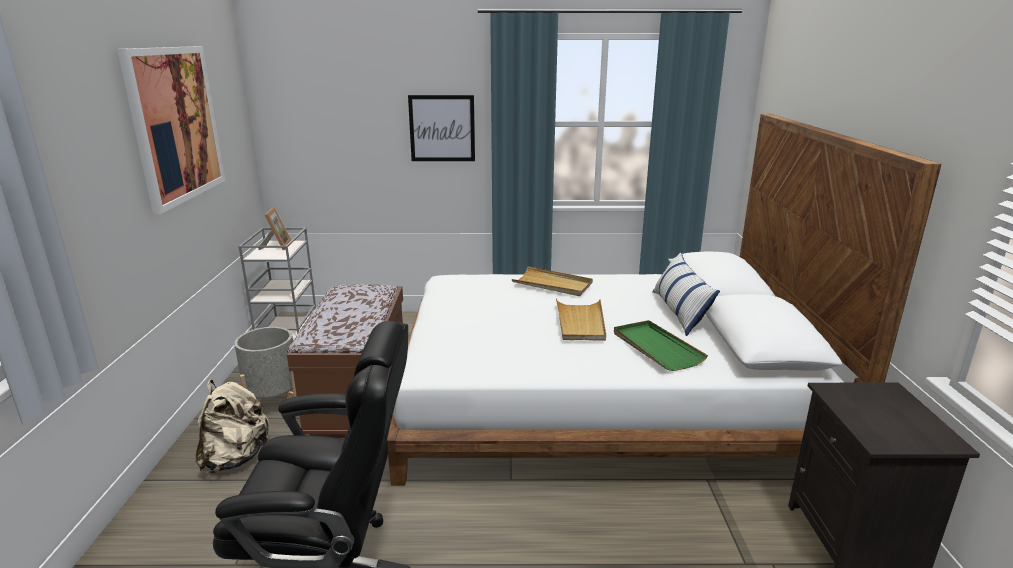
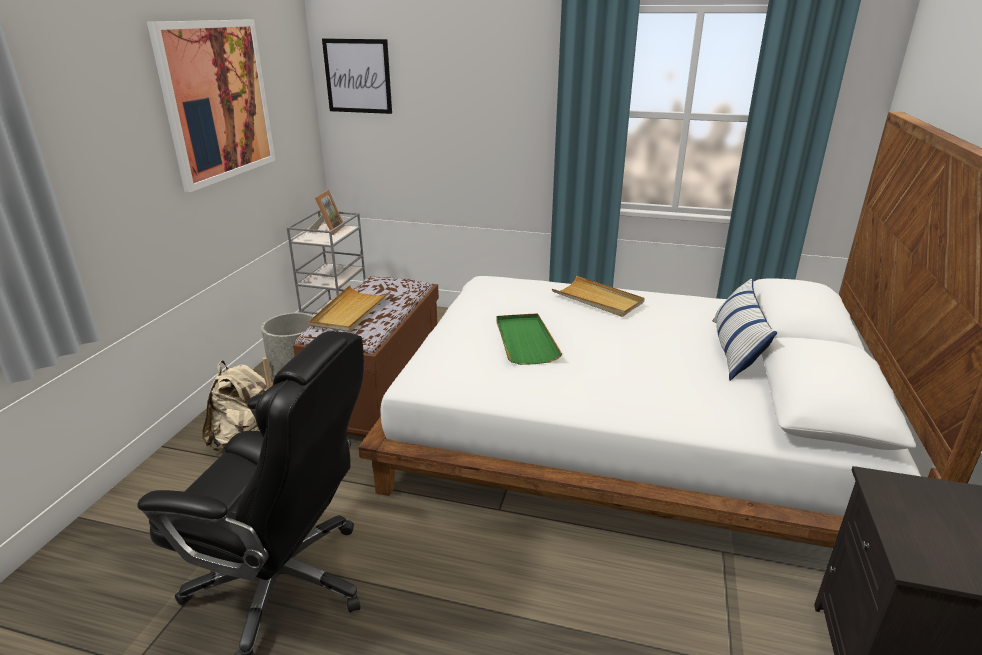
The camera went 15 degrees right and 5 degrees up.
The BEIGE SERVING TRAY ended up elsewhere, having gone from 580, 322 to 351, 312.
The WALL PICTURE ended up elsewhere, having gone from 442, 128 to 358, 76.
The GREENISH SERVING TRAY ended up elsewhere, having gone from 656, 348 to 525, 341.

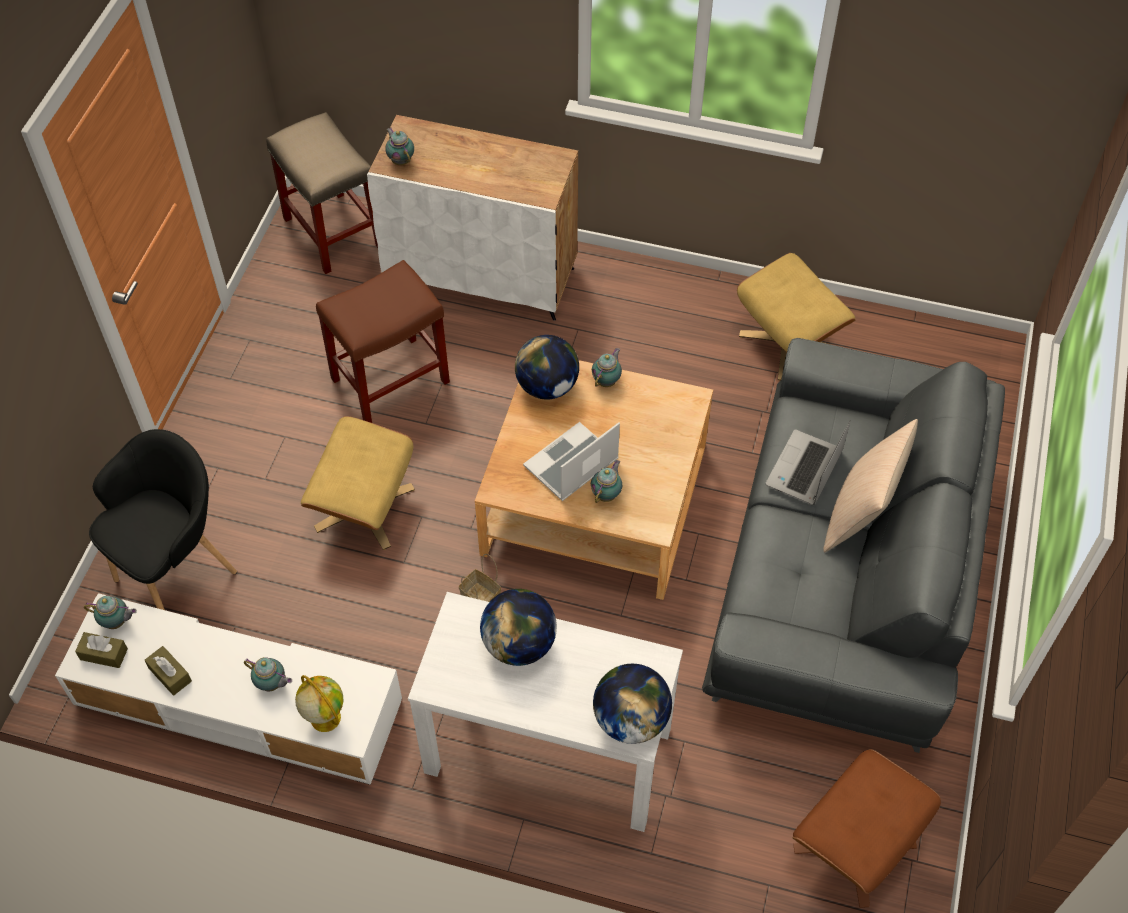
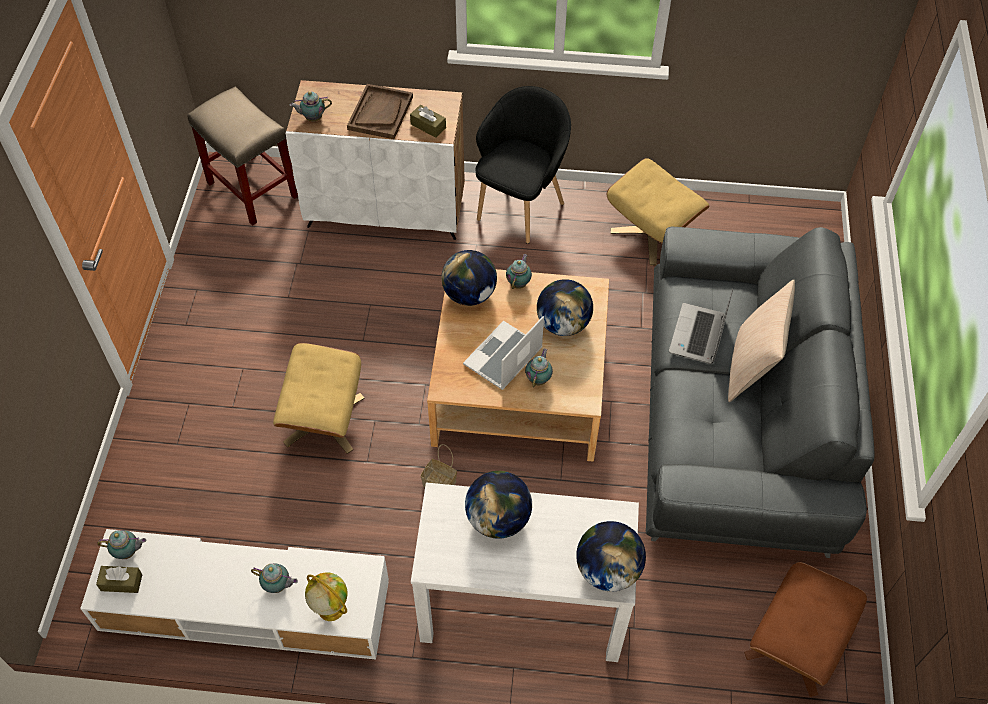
The camera went 10 degrees left and 0 degrees up.
The TEAPOT at 401, 160 ended up facing another way, 60 degrees counterclockwise from before.
The second view gained the BROWN SERVING TRAY at 380, 113.
The BROWN TISSUE HOLDER ended up elsewhere, having gone from 170, 674 to 428, 126.
The BLACK-COLOURED LOUNGE CHAIR ended up elsewhere, having gone from 178, 571 to 520, 208.
The second view gained the GLOBE at 563, 324.
The second view lost the BROWN STOOL SEAT at 391, 379.

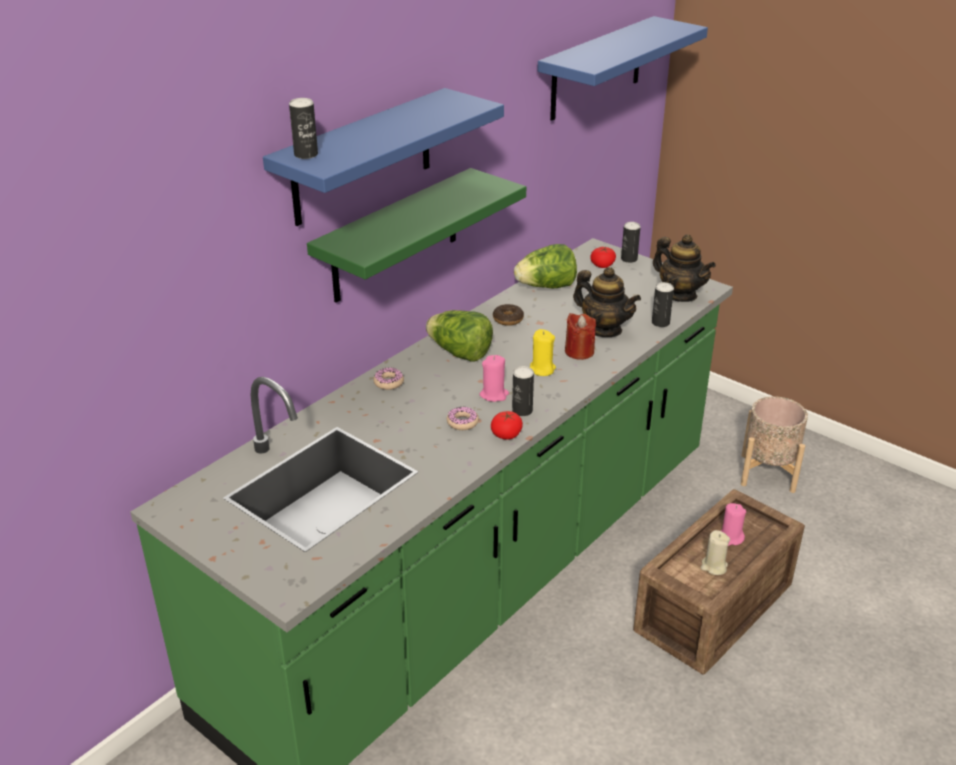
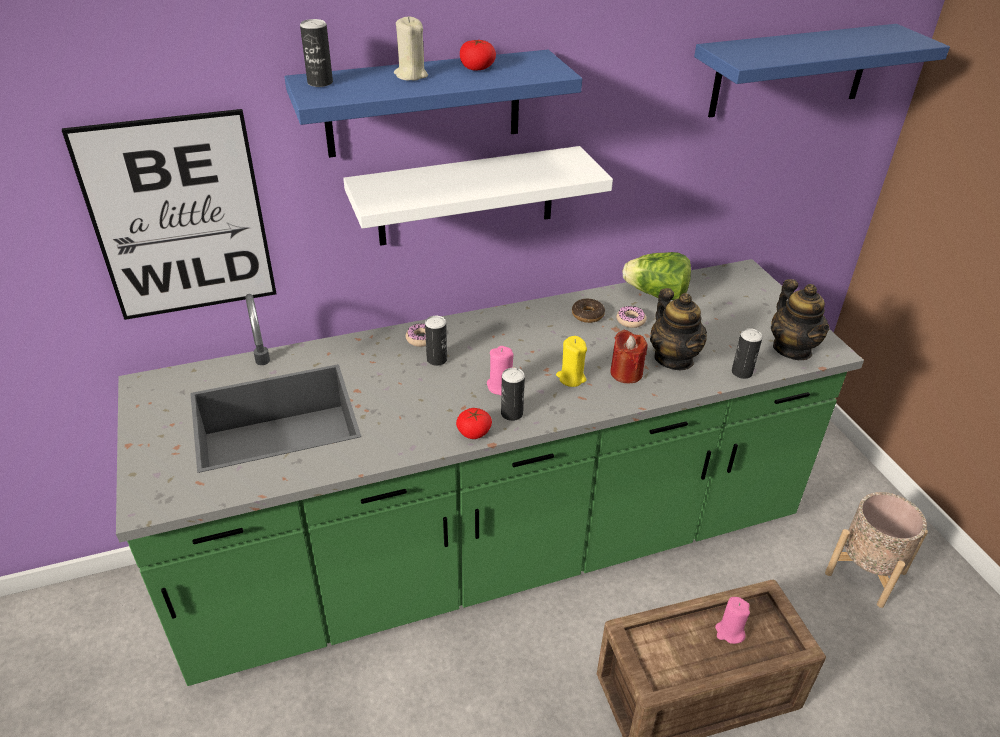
The camera went 30 degrees right and 5 degrees up.
The second view gained the WALL PICTURE at 180, 218.
What was the GREENISH SHELF at 395, 236 turned into the WHITE SHELF at 466, 196.
The BEIGE WAX LIGHT ended up elsewhere, having gone from 713, 566 to 411, 75.
The CAN ended up elsewhere, having gone from 629, 259 to 437, 359.
The WHOLE TOMATO ended up elsewhere, having gone from 602, 265 to 477, 68.
The DONUT ended up elsewhere, having gone from 462, 422 to 630, 320.
The second view lost the LETTUCE at 460, 353.

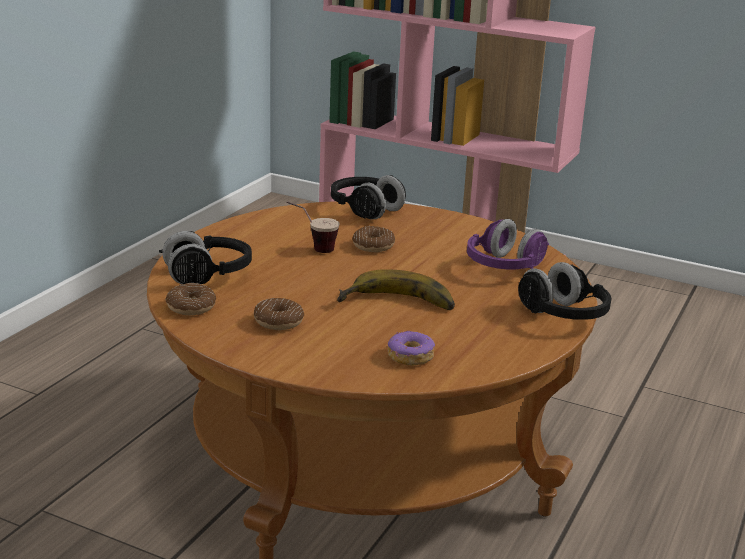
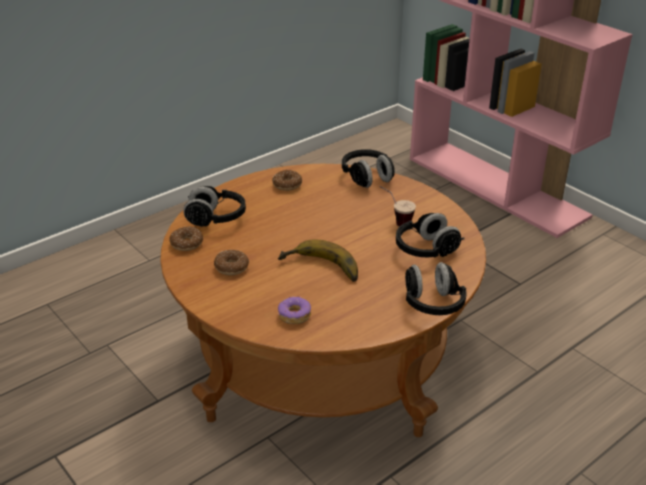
The camera went 25 degrees right and 10 degrees up.
The DONUT ended up elsewhere, having gone from 373, 246 to 287, 185.
The CUP ended up elsewhere, having gone from 312, 249 to 395, 221.
What was the PURPLE PAIR OF HEADPHONES at 504, 268 turned into the BLACK-COLOURED PAIR OF HEADPHONES at 426, 250.

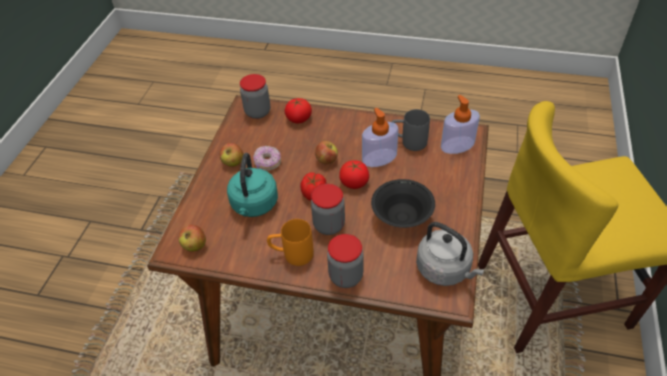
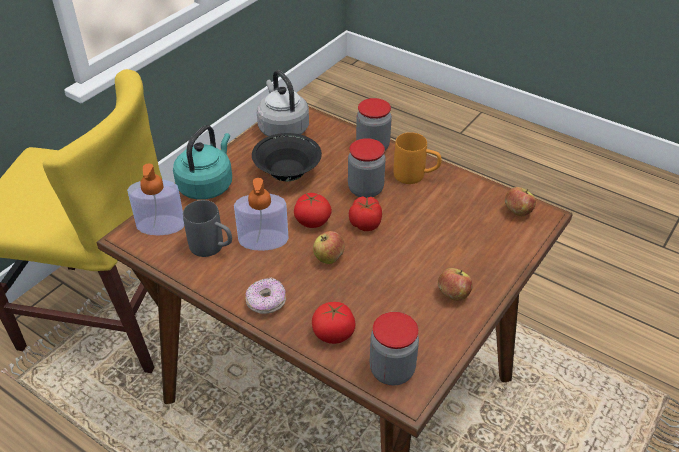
The camera went 160 degrees left and 5 degrees down.
The TURQUOISE WATER KETTLE ended up elsewhere, having gone from 254, 205 to 207, 185.
The DONUT ended up elsewhere, having gone from 267, 163 to 266, 303.

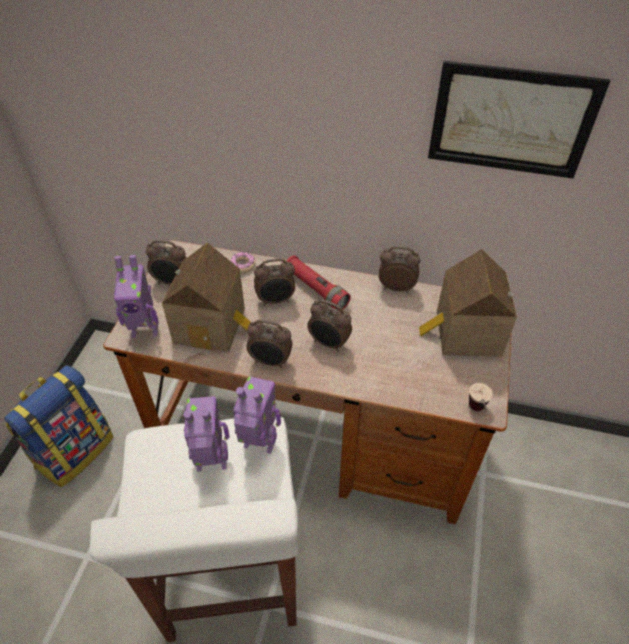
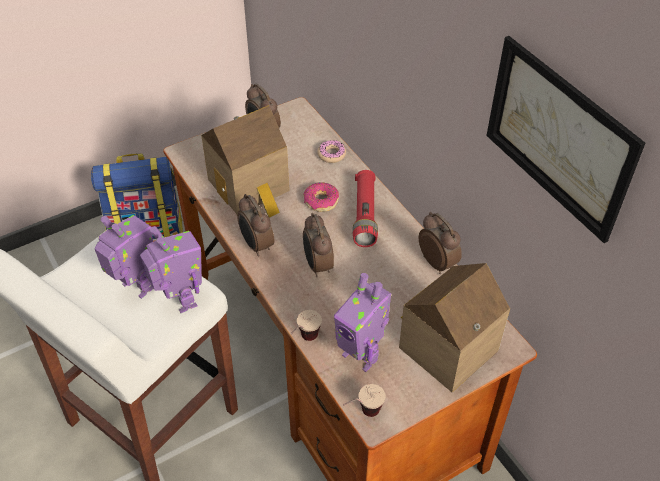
The camera went 45 degrees right and 0 degrees up.
The second view gained the CUP at 304, 341.
Where the ALARM CLOCK stood at 276, 301, the DONUT came to stand at 321, 201.
The ROBOT FIGURE ended up elsewhere, having gone from 145, 329 to 361, 355.

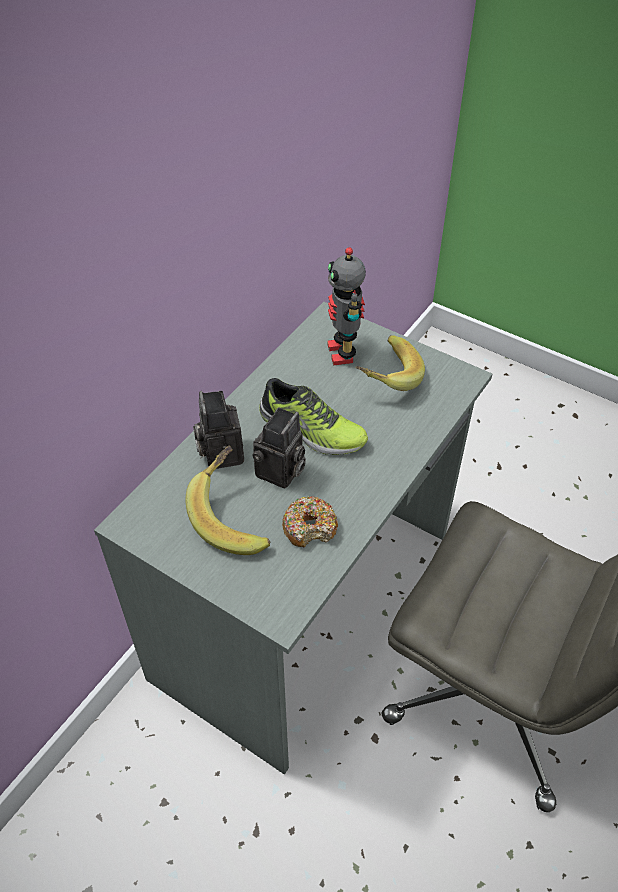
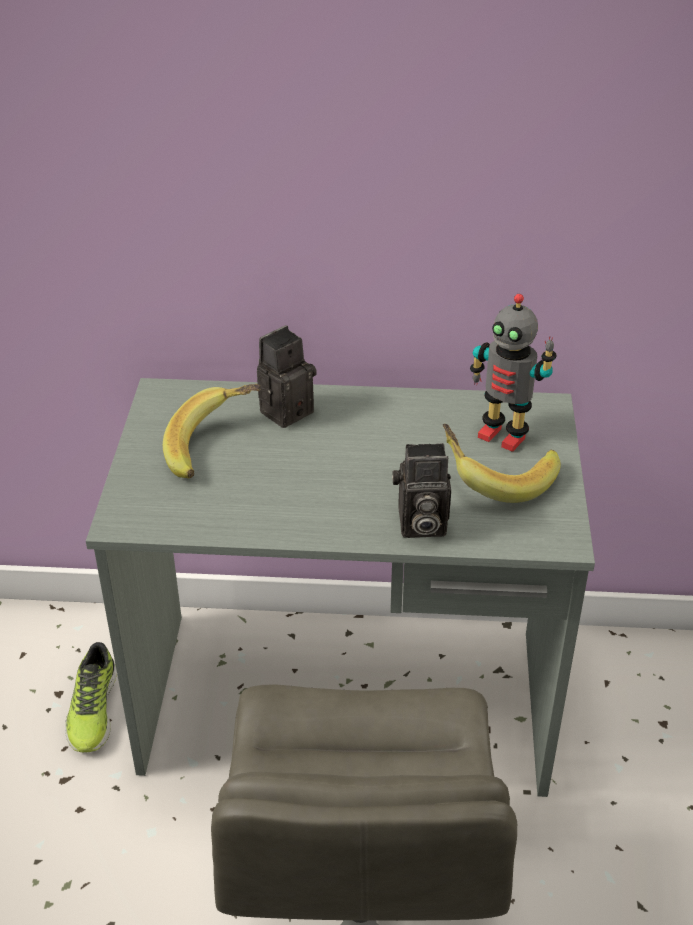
The camera went 60 degrees right and 10 degrees down.
The LOW SHOE ended up elsewhere, having gone from 311, 430 to 92, 710.
The PHOTO CAMERA ended up elsewhere, having gone from 280, 473 to 419, 525.
The ROBOT FIGURE at 343, 353 ended up facing another way, 105 degrees counterclockwise from before.
The second view lost the DONUT at 310, 527.

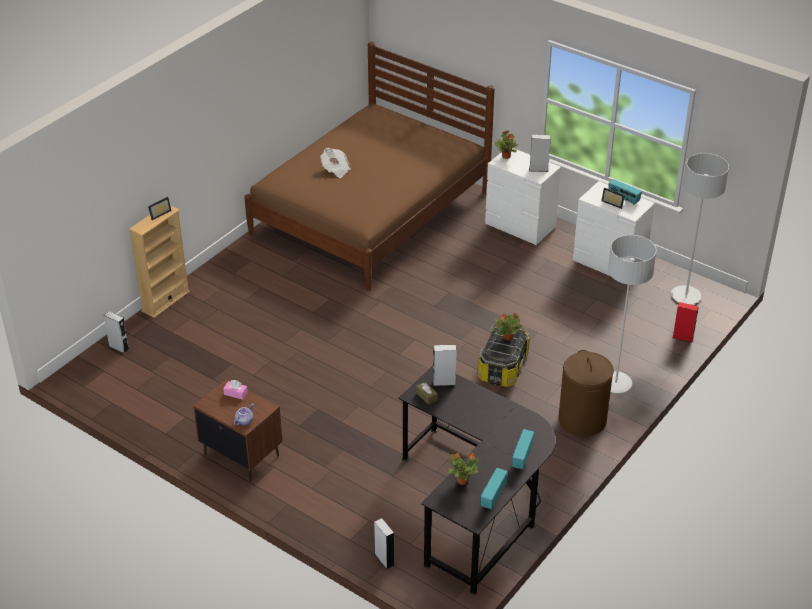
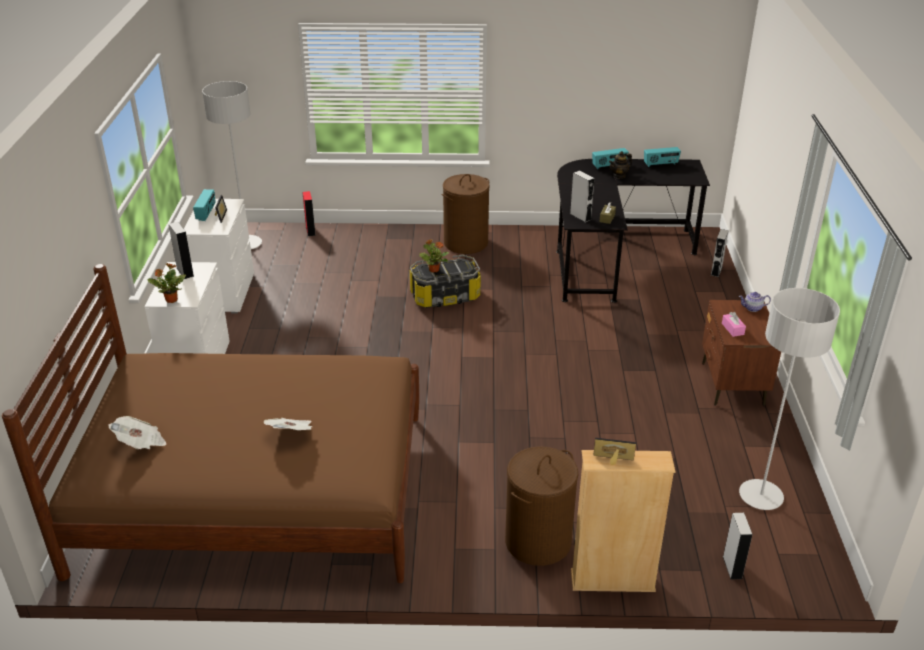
The camera went 125 degrees left and 5 degrees down.
The second view gained the NEWSPAPER at 141, 443.
The second view gained the BROWN HAMPER at 538, 541.
The second view gained the TEAPOT at 619, 176.
The GREY FLOOR LAMP ended up elsewhere, having gone from 615, 383 to 760, 496.
The second view lost the HOUSEPLANT at 462, 481.

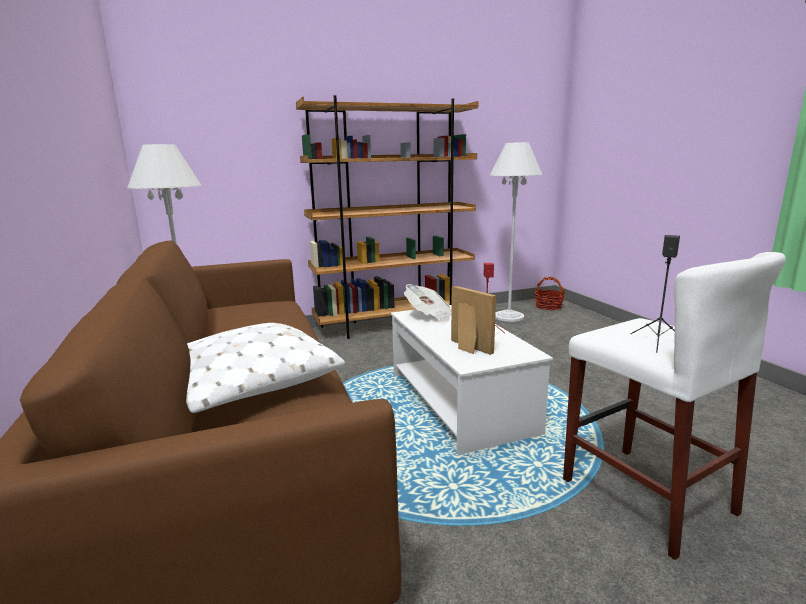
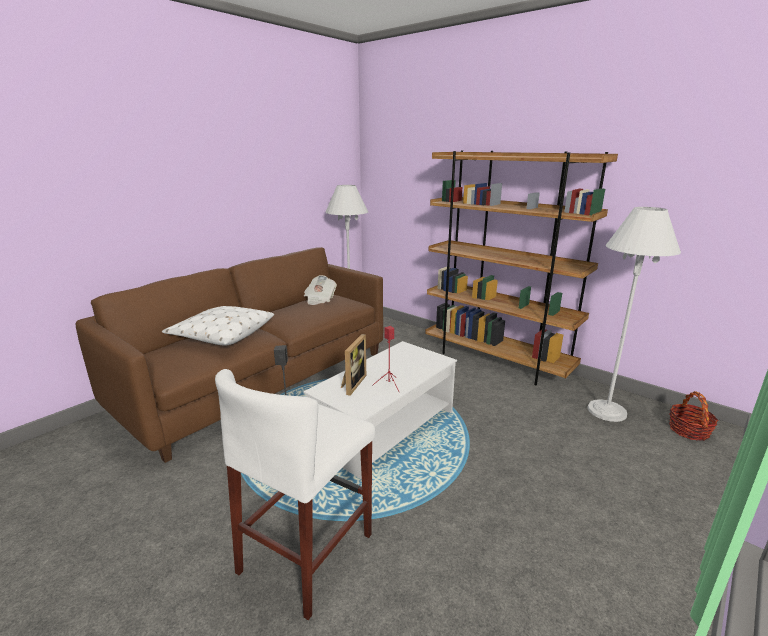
The camera went 60 degrees right and 5 degrees up.
The NEWSPAPER ended up elsewhere, having gone from 429, 316 to 319, 299.

